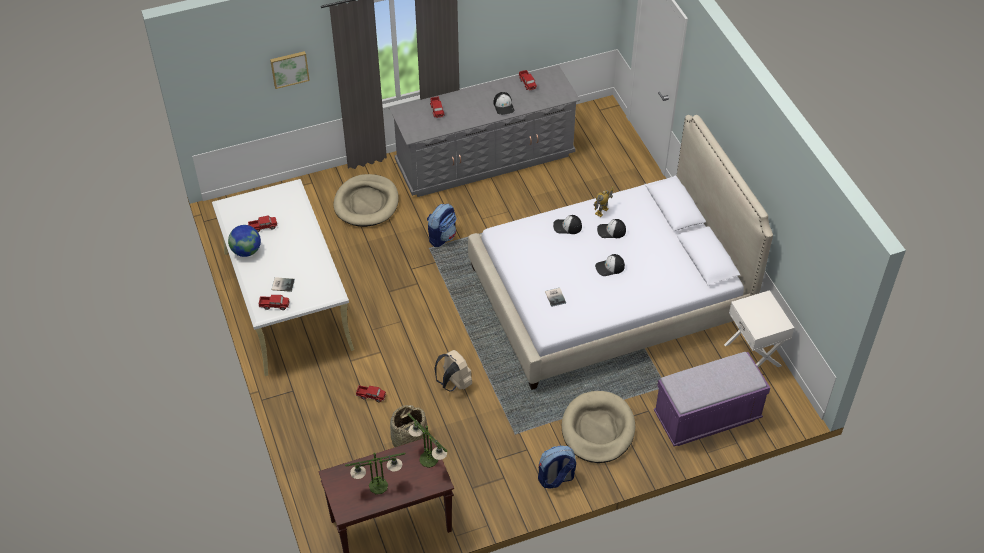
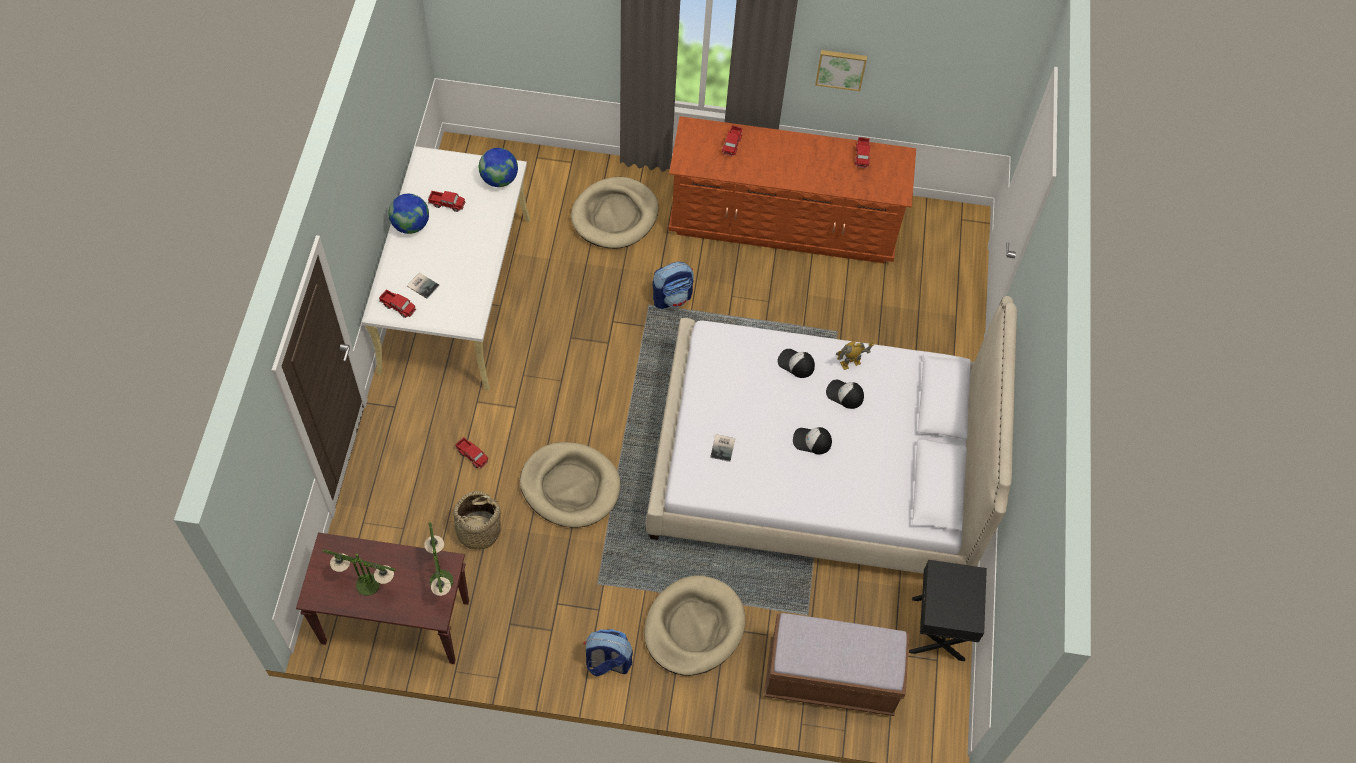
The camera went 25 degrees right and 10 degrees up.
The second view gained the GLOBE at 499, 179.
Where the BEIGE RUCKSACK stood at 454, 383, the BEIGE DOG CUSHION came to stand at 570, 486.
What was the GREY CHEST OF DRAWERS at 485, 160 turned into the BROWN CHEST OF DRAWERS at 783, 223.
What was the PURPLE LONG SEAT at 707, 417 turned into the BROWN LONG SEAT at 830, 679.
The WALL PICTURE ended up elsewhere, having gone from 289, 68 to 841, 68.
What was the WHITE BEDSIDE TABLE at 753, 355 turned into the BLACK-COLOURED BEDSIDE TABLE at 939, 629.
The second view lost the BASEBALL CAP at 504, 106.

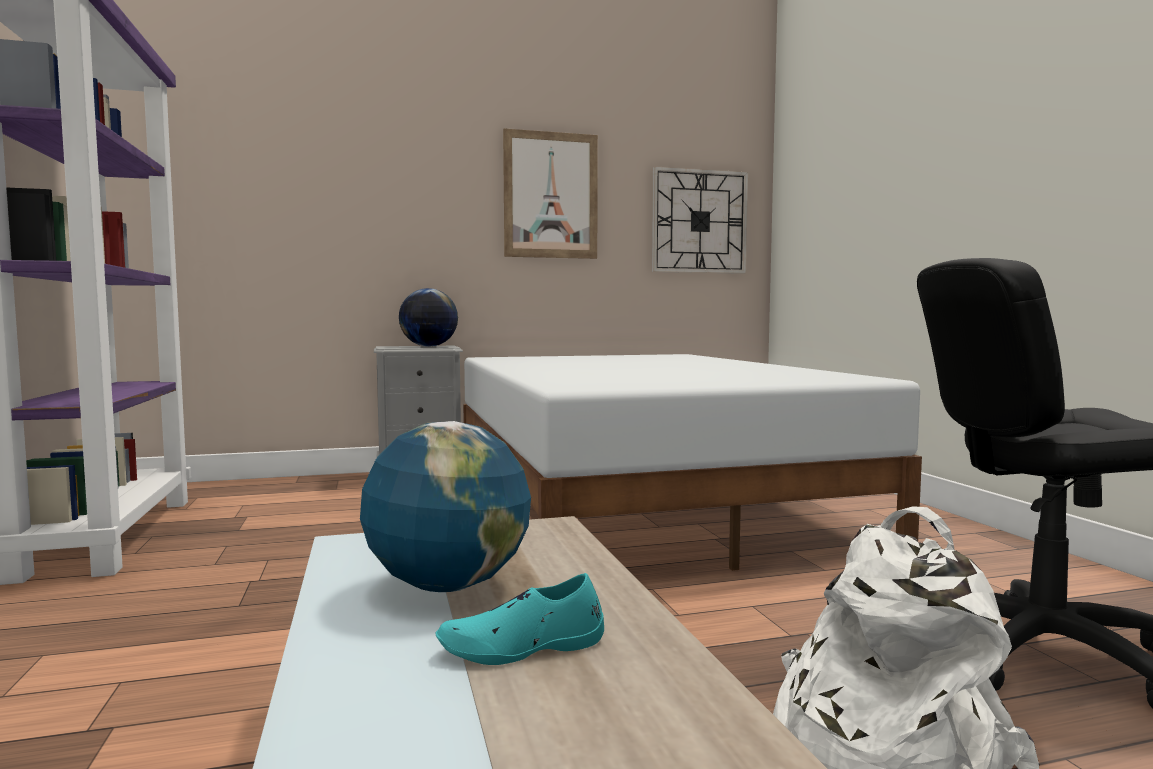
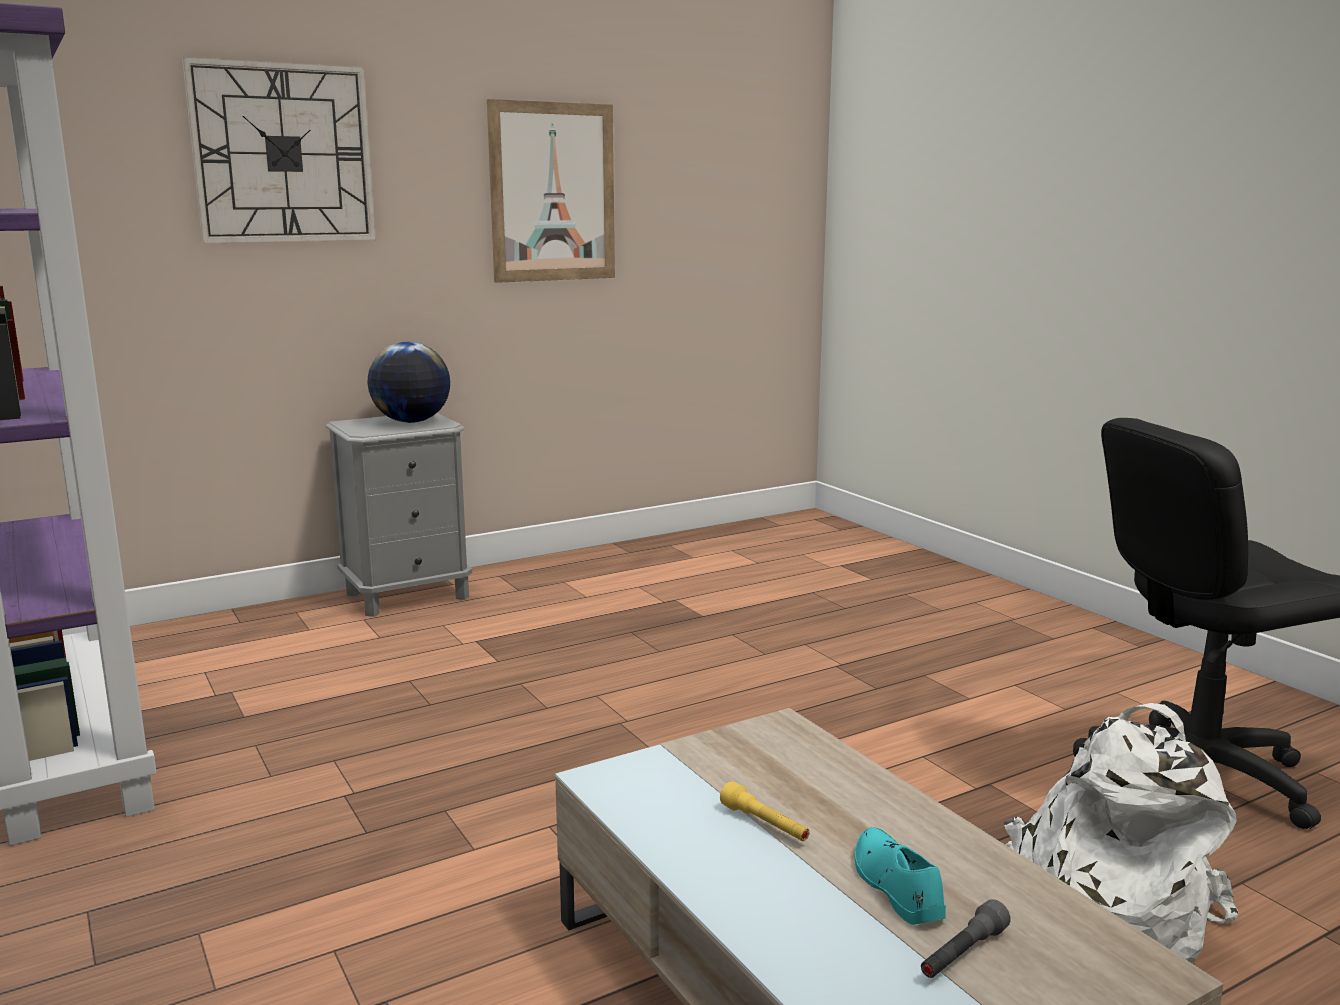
The camera went 15 degrees left and 10 degrees up.
The HANGING CLOCK ended up elsewhere, having gone from 699, 221 to 283, 154.
Where the GLOBE stood at 448, 585, the YELLOWISH HAND TORCH came to stand at 765, 825.
The TURQUOISE LOW SHOE at 522, 646 ended up facing another way, 105 degrees clockwise from before.
The second view gained the GREY HAND TORCH at 962, 954.
The second view lost the WHITE BED at 640, 502.

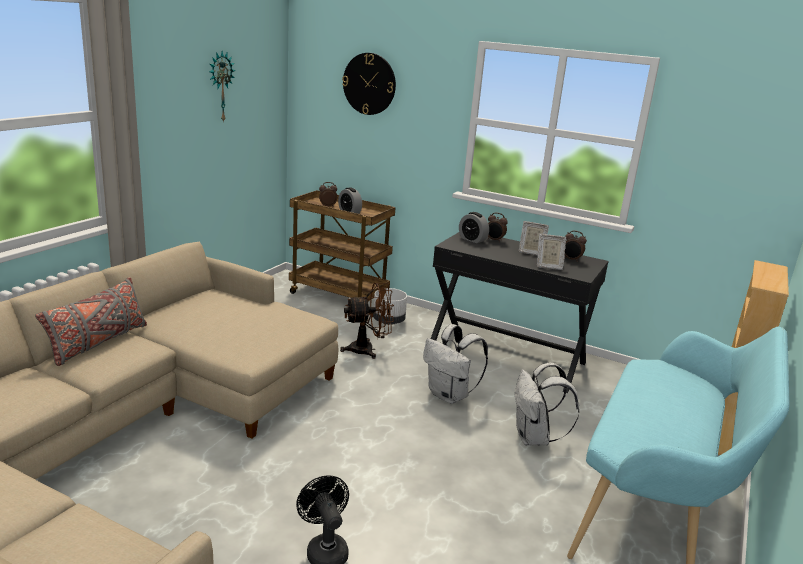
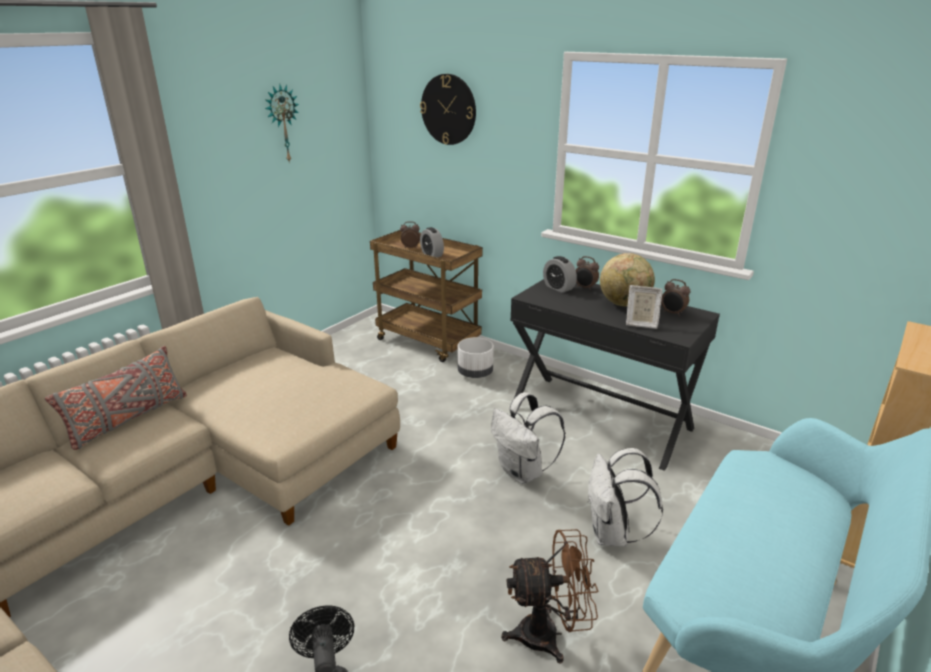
The camera went 10 degrees right and 5 degrees up.
The BROWN FAN ended up elsewhere, having gone from 368, 350 to 549, 635.
Where the PICTURE FRAME stood at 530, 252, the GLOBE came to stand at 624, 304.

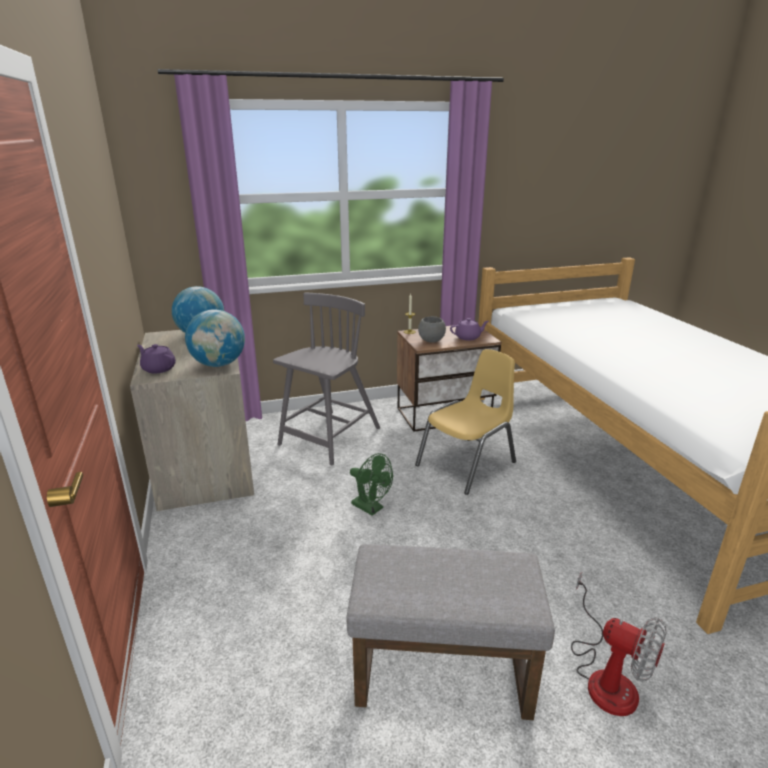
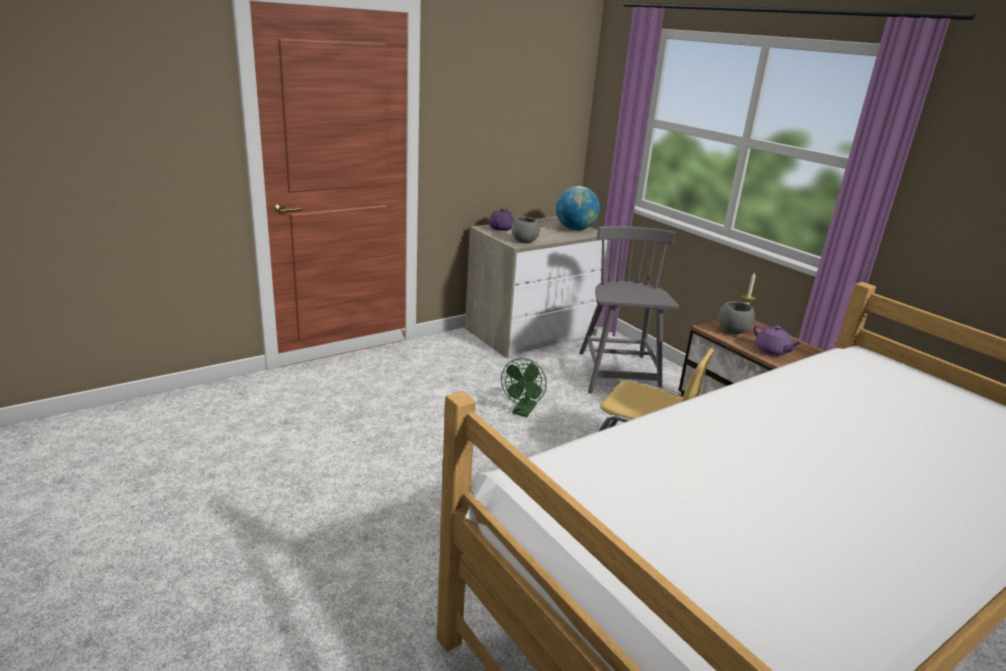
The camera went 70 degrees right and 0 degrees up.
Where the GLOBE stood at 219, 364, the GREY SERVING BOWL came to stand at 524, 241.
The GREY PLAIN CHAIR at 329, 437 ended up facing another way, 105 degrees counterclockwise from before.
The second view lost the GREY POUFFE at 440, 674.
The second view lost the FAN at 605, 676.

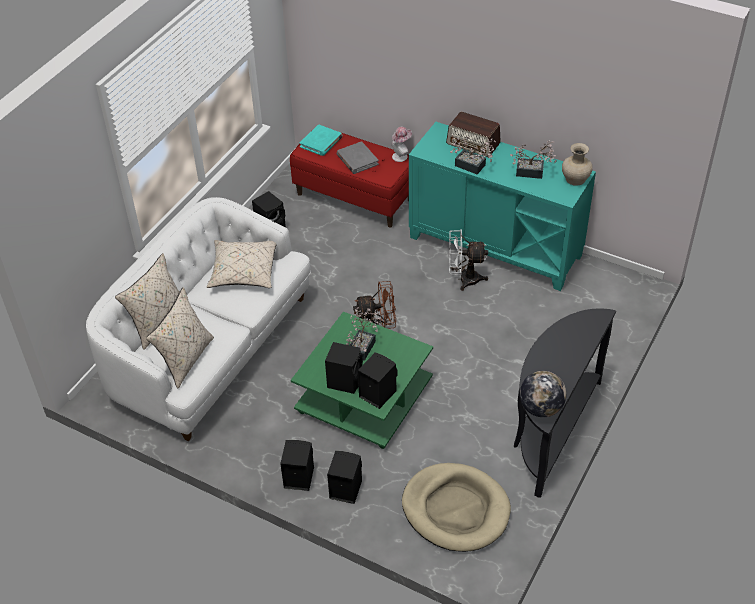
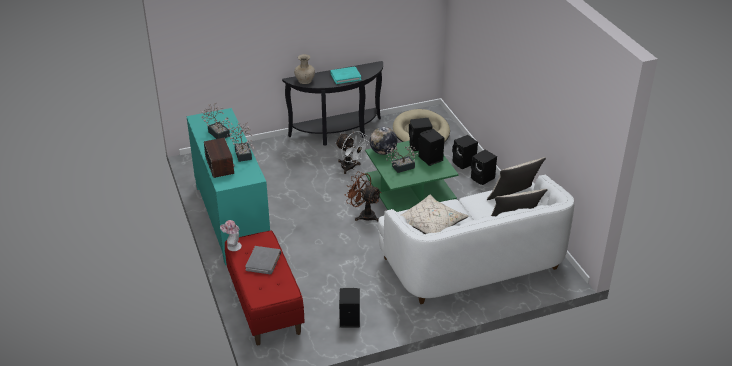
The camera went 140 degrees left and 10 degrees down.
The BEIGE FLOWER VASE ended up elsewhere, having gone from 575, 178 to 304, 80.
The TURQUOISE BOOK ended up elsewhere, having gone from 321, 142 to 345, 76.
The WHITE FAN ended up elsewhere, having gone from 464, 279 to 351, 168.
The GLOBE ended up elsewhere, having gone from 540, 408 to 383, 152.

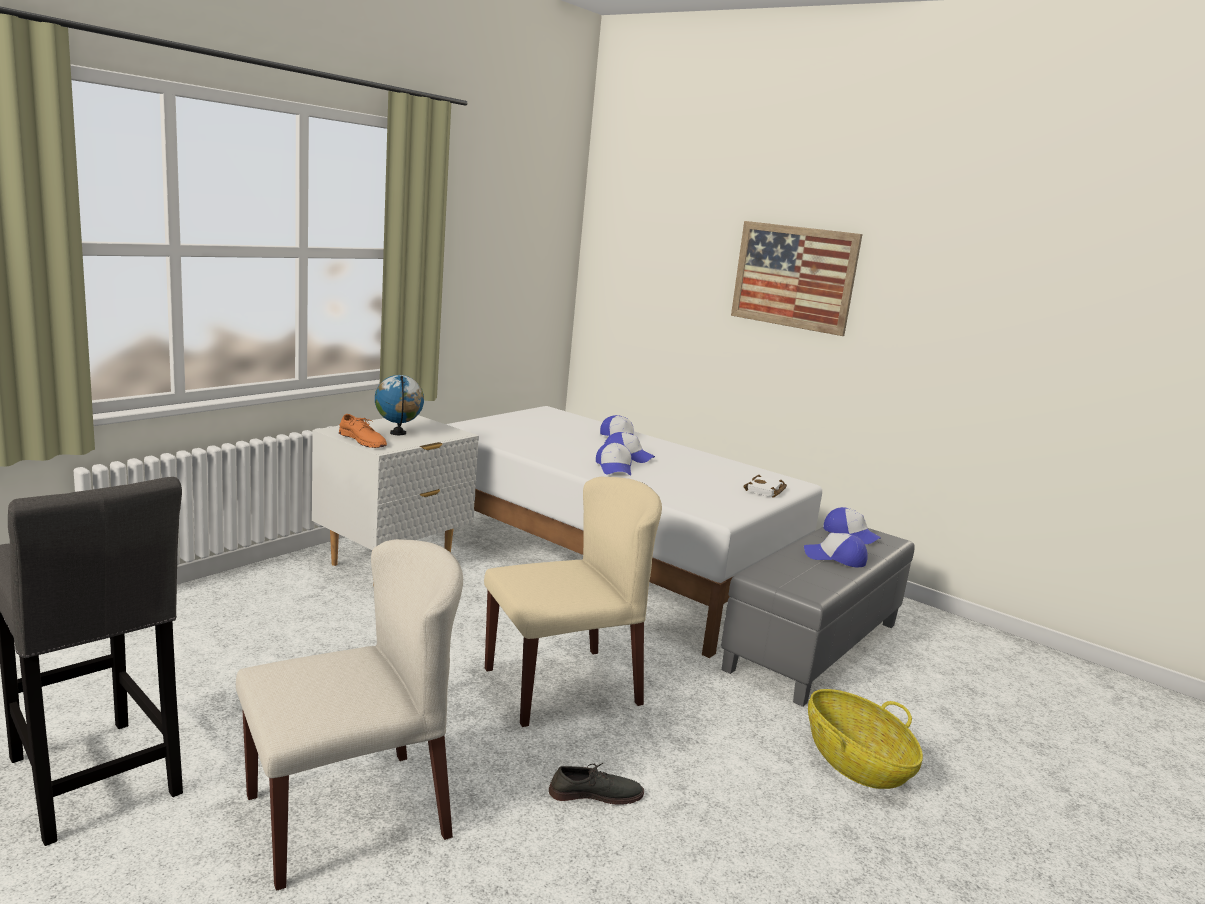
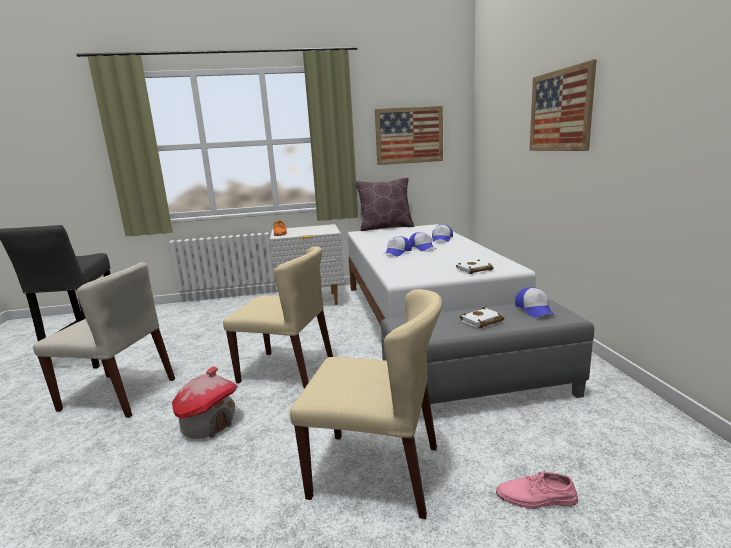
The camera went 45 degrees right and 0 degrees up.
Where the GREY LOW SHOE stood at 595, 793, the MINIATURE HOUSE came to stand at 209, 424.
Where the STORAGE BASKET stood at 855, 762, the BEIGE PLAIN CHAIR came to stand at 376, 471.
The second view gained the BROWN THROW PILLOW at 385, 227.
The second view gained the WALL PICTURE at 409, 135.
Where the BASEBALL CAP stood at 835, 558, the WHITE BOOK came to stand at 482, 322.
The second view gained the PINK LOW SHOE at 536, 498.
The second view lost the GLOBE at 398, 433.

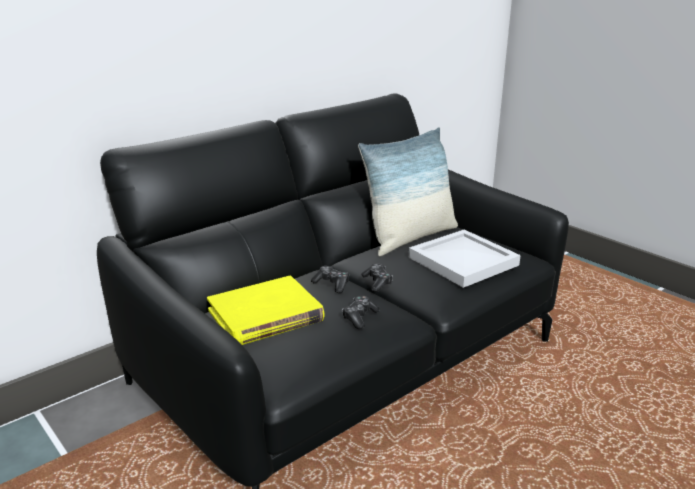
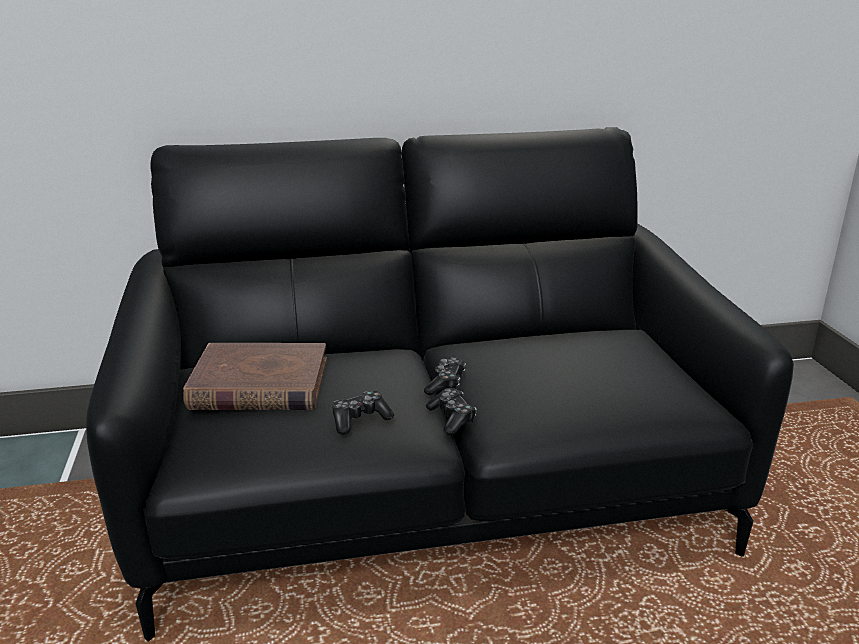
The camera went 30 degrees right and 0 degrees up.
What was the YELLOWISH BOOK at 265, 315 turned into the BROWN BOOK at 259, 384.
The JOYPAD ended up elsewhere, having gone from 332, 284 to 452, 418.
The second view lost the THROW PILLOW at 410, 237.
The second view lost the WHITE SERVING TRAY at 463, 262.

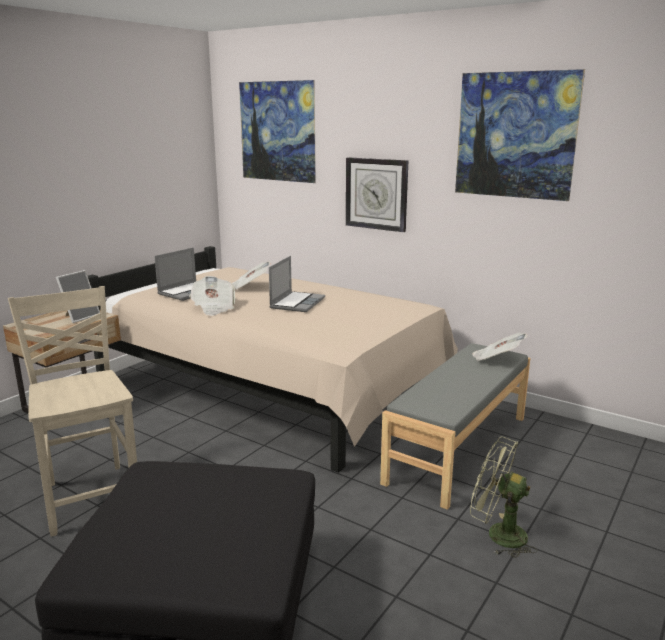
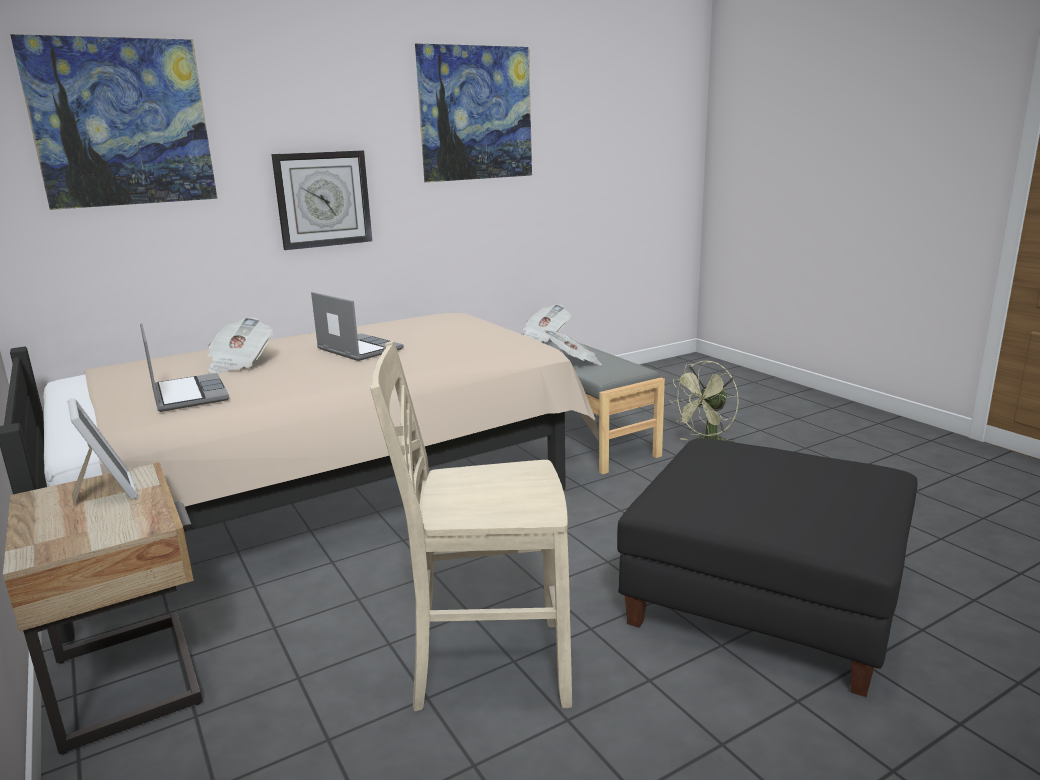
The camera went 65 degrees left and 0 degrees up.
The NEWSPAPER ended up elsewhere, having gone from 213, 308 to 574, 362.

